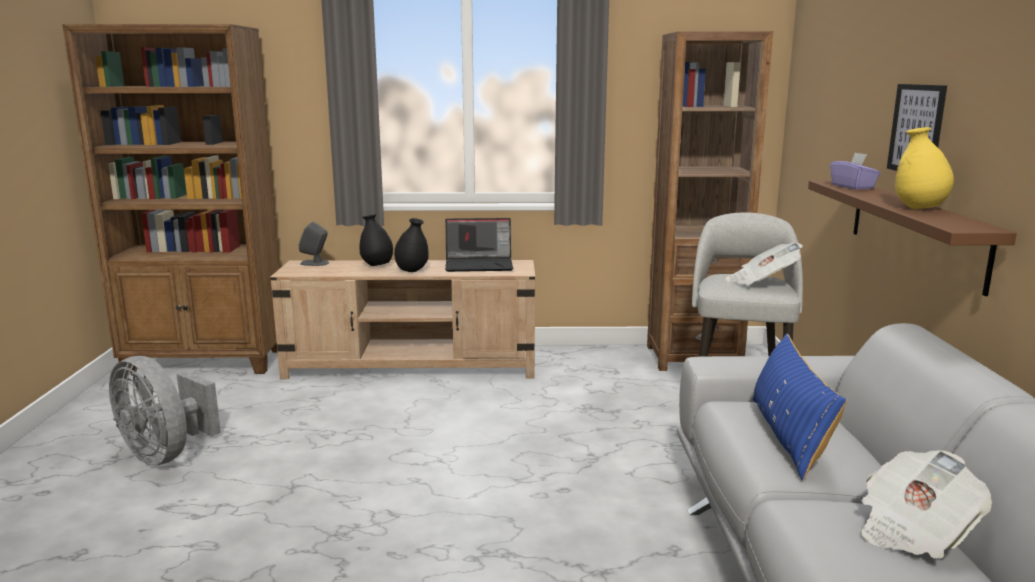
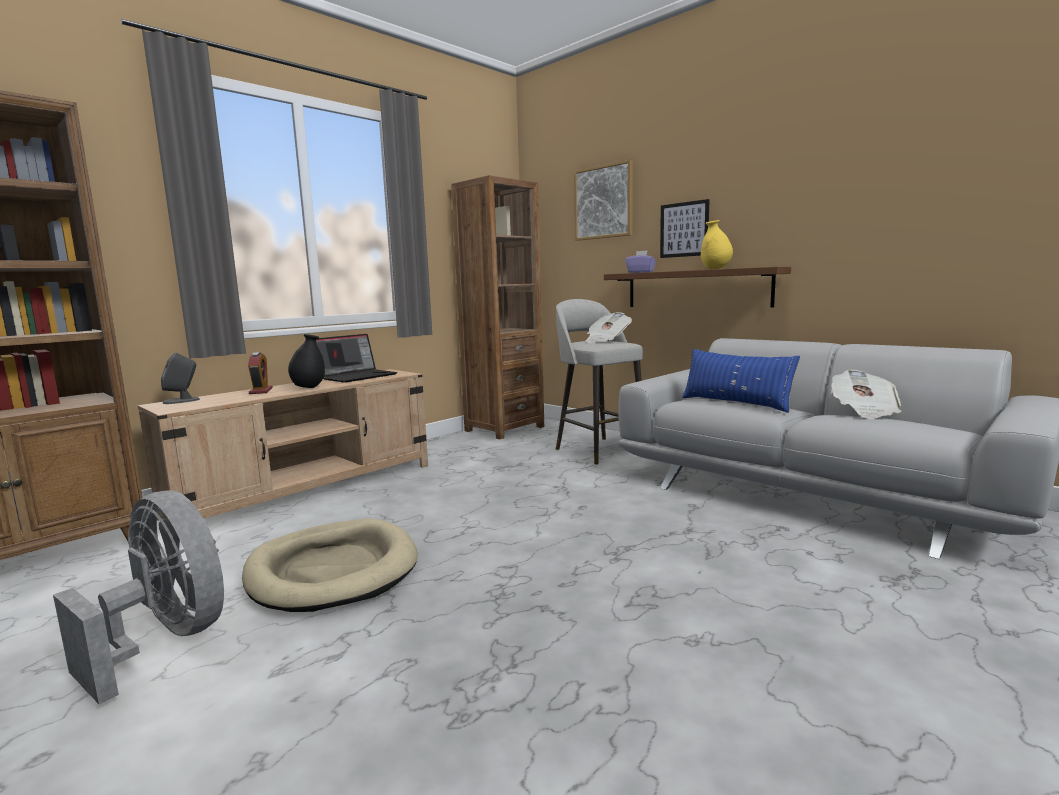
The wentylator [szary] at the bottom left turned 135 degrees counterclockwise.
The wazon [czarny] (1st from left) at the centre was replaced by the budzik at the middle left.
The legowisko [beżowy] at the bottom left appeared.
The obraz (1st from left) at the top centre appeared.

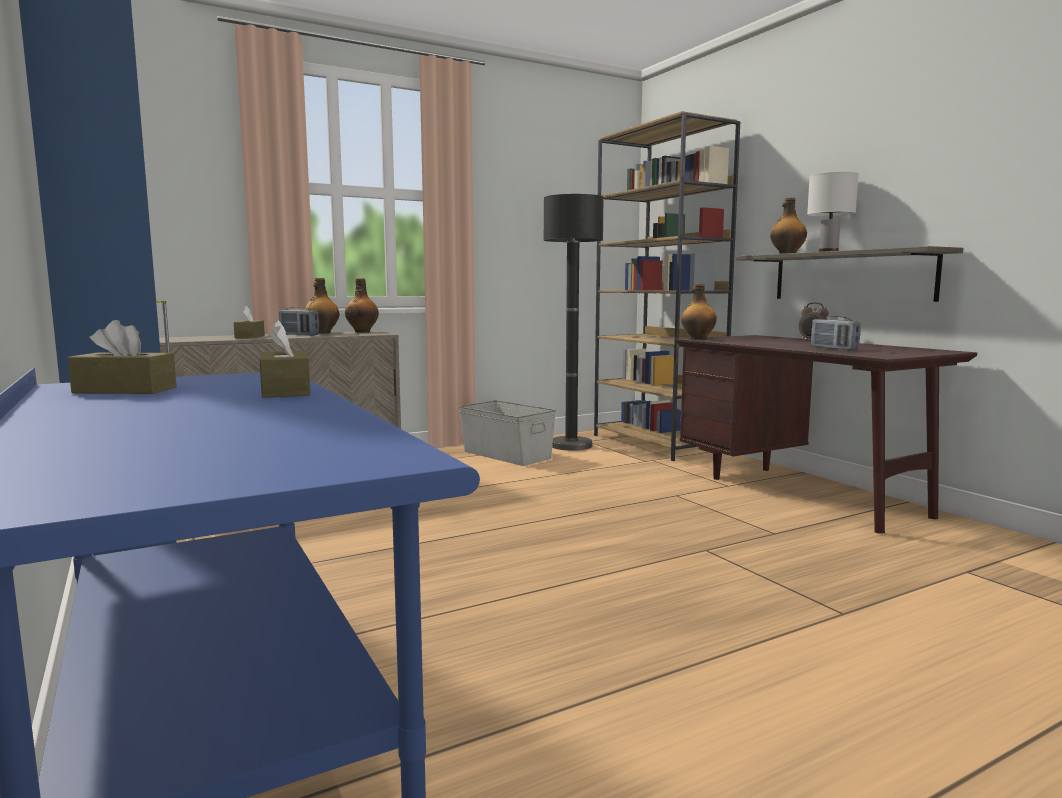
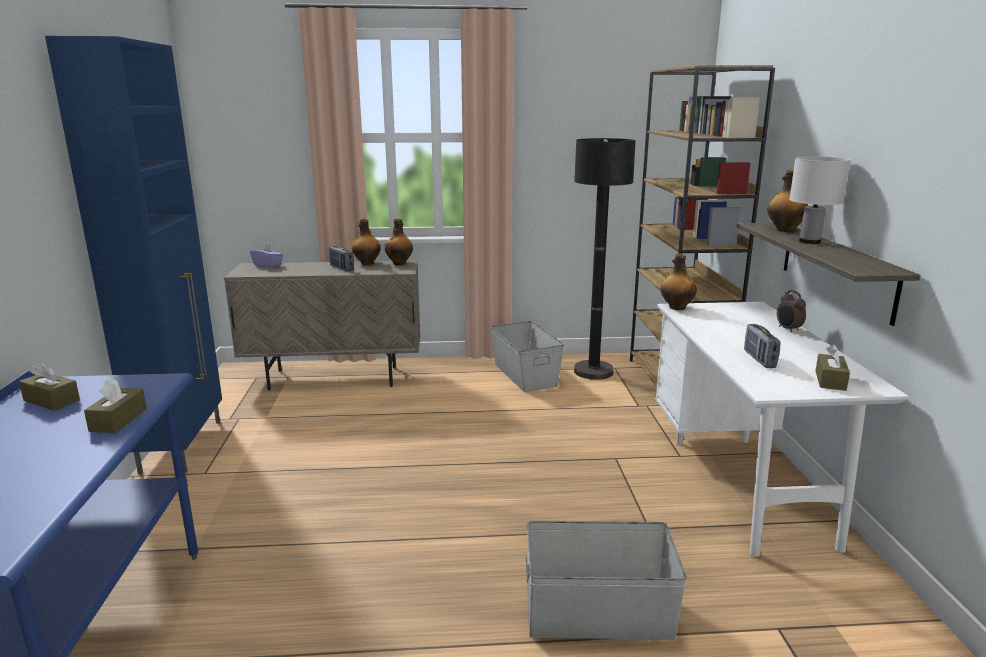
The pudełko chusteczek [brązowy] (2nd from left in the first image) moved from the middle left to the middle right.
The biurko [brązowy] at the middle right became the biurko [biały] at the middle right.
The pudełko chusteczek [fioletowy] at the middle left appeared.
The pojemnik do przechowywania [szary] (2nd from left) at the bottom centre appeared.

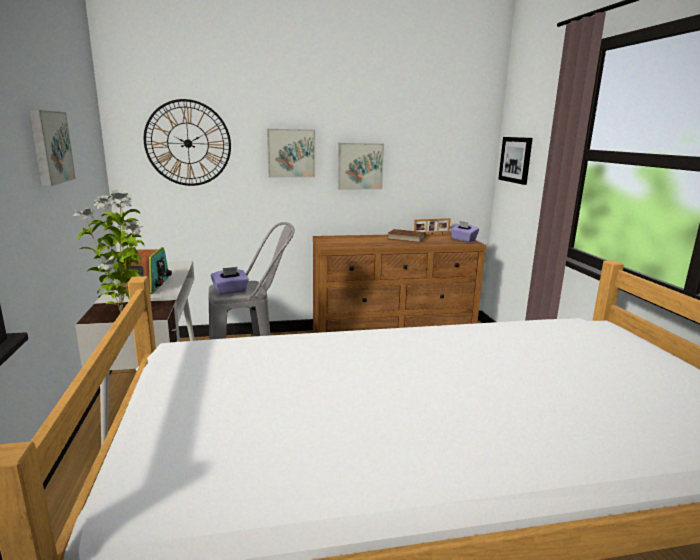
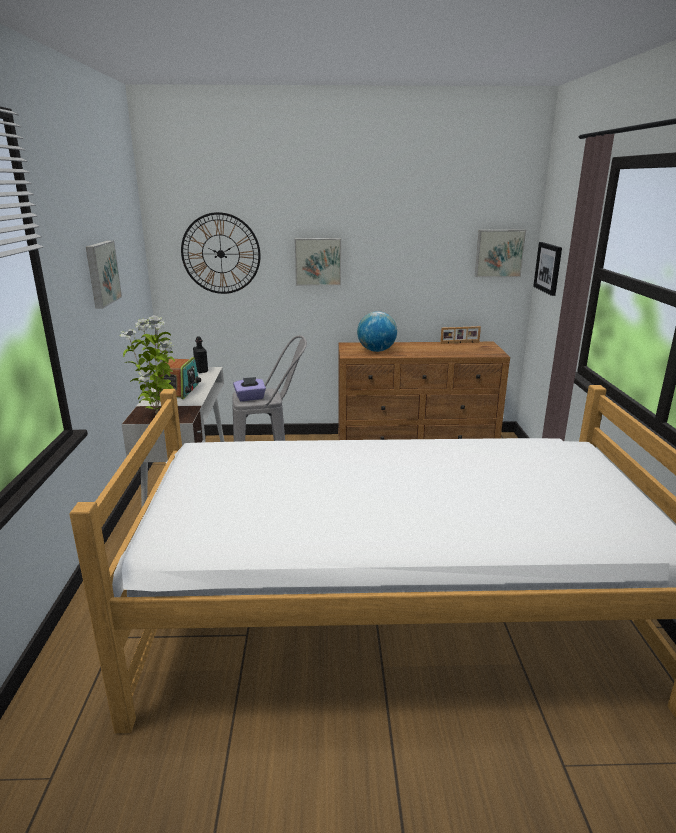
The obraz (3rd from left) moved from the top centre to the top right.
The książka [brązowy] at the centre disappeared.
The pudełko chusteczek [fioletowy] (2nd from left) at the centre disappeared.
The butelka [czarny] at the middle left appeared.
The globus at the centre appeared.

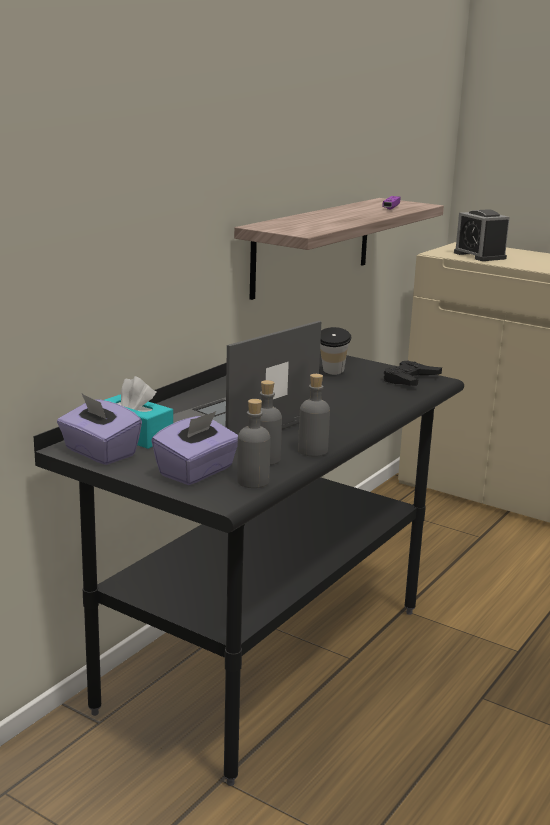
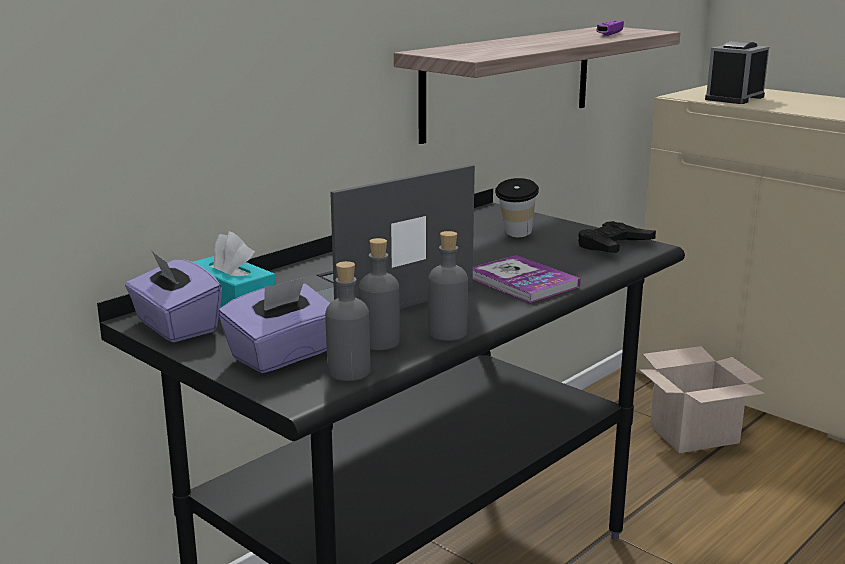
The budzik at the top right turned 60 degrees clockwise.
The książka at the centre appeared.
The karton at the bottom right appeared.

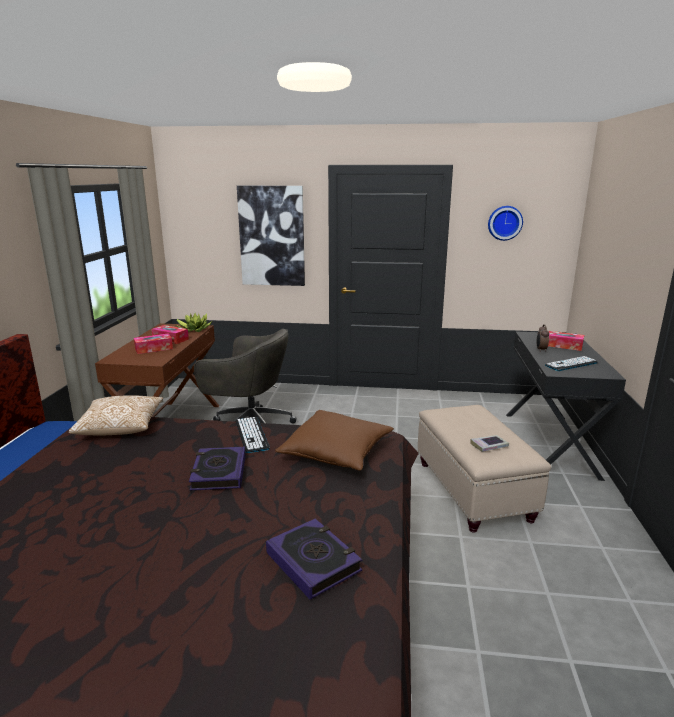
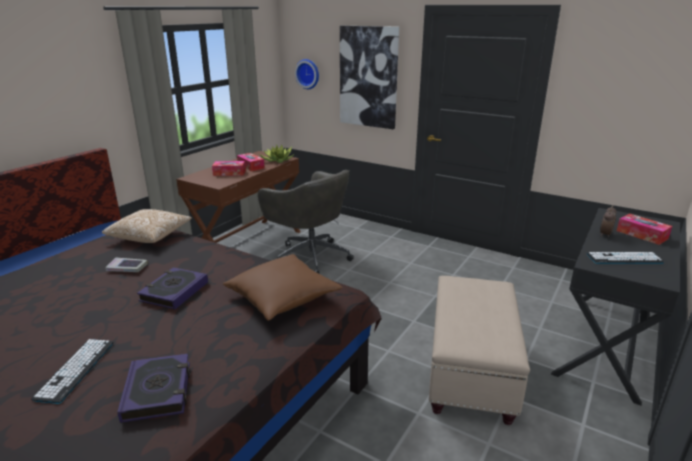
The klawiatura (1st from left) moved from the centre to the bottom left.
The książka (3rd from left in the first image) moved from the middle right to the middle left.
The zegar ścienny moved from the top right to the top centre.

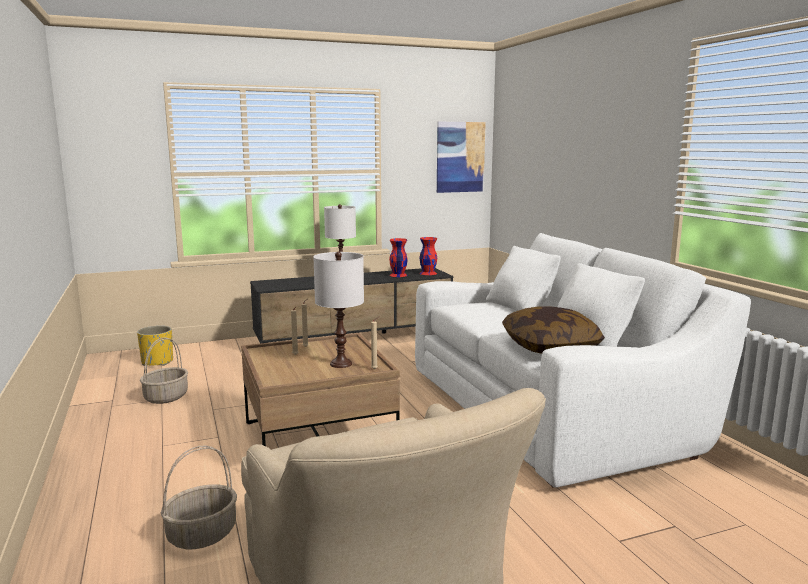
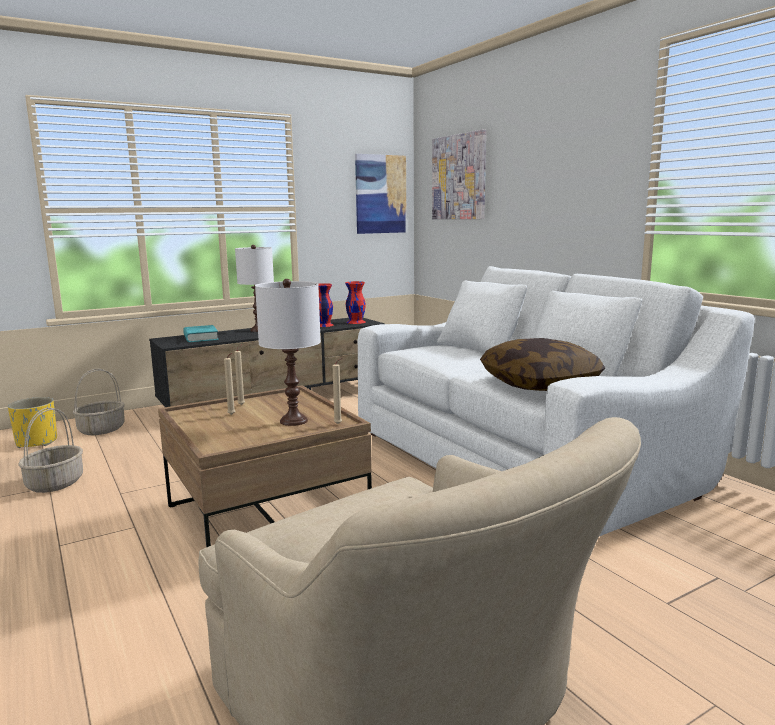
The koszyk (2nd from left) moved from the bottom left to the middle left.
The książka [turkusowy] at the middle left appeared.
The obraz (2nd from left) at the top centre appeared.

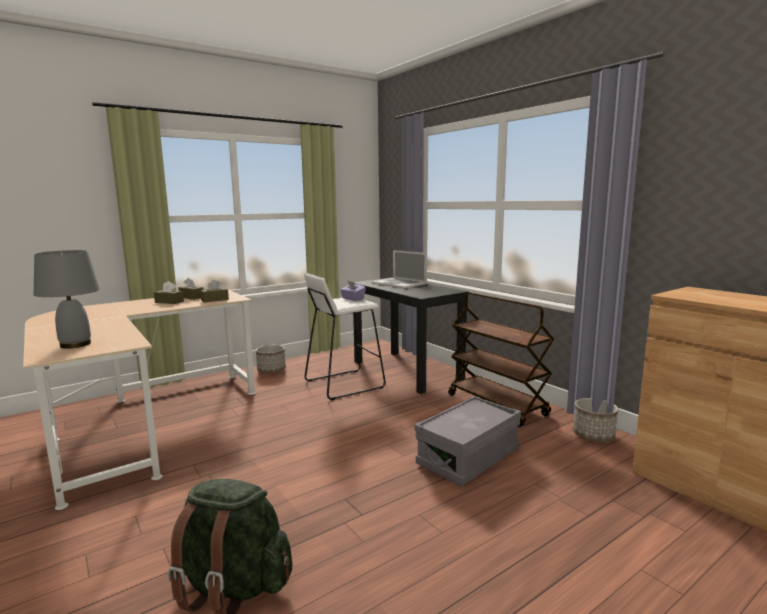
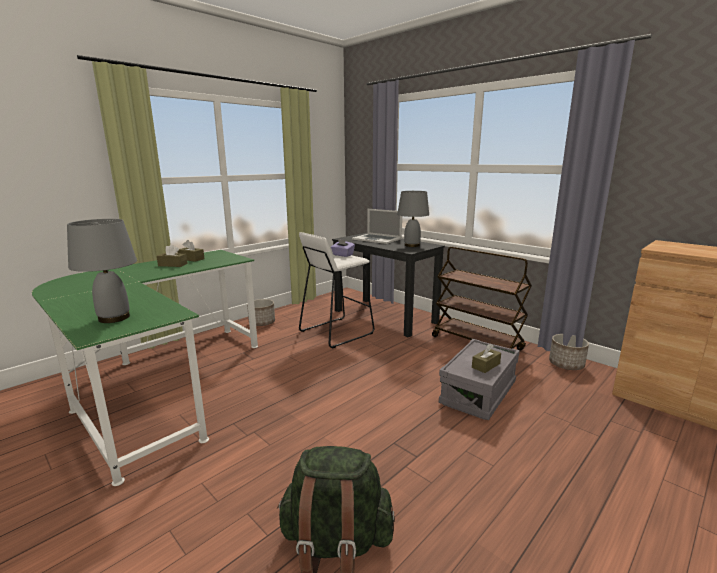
The biurko [beżowy] at the middle left became the biurko [zielony] at the middle left.
The pudełko chusteczek [brązowy] (3rd from left) moved from the middle left to the middle right.
The lampa stołowa [szary] (2nd from left) at the centre appeared.

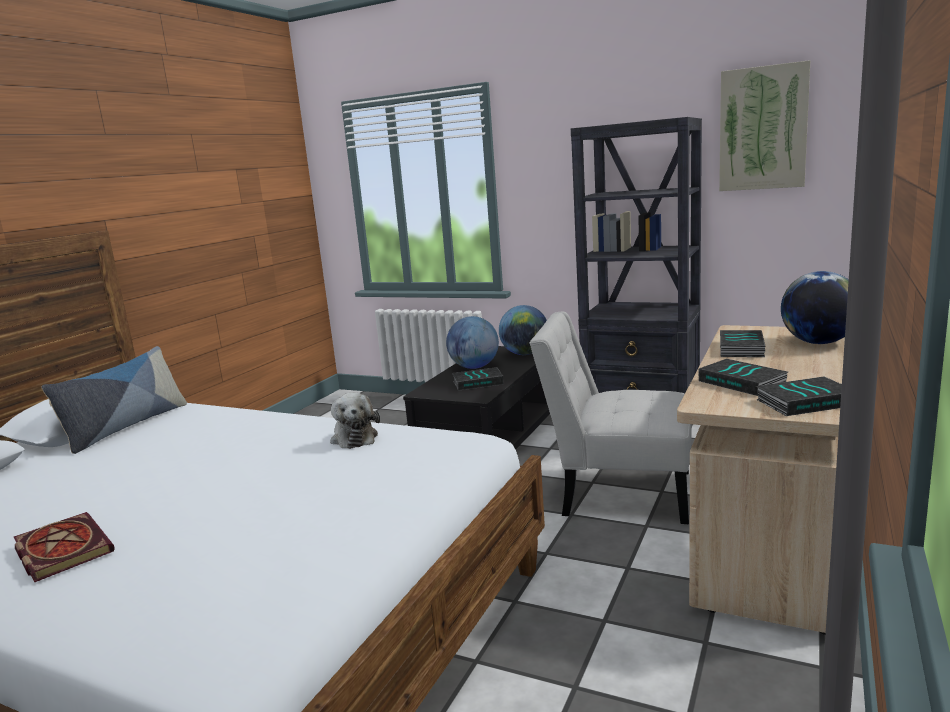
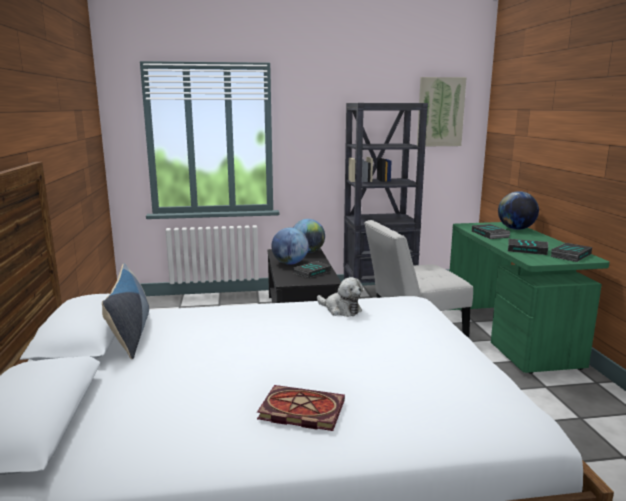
The biurko [beżowy] at the bottom right became the biurko [zielony] at the middle right.

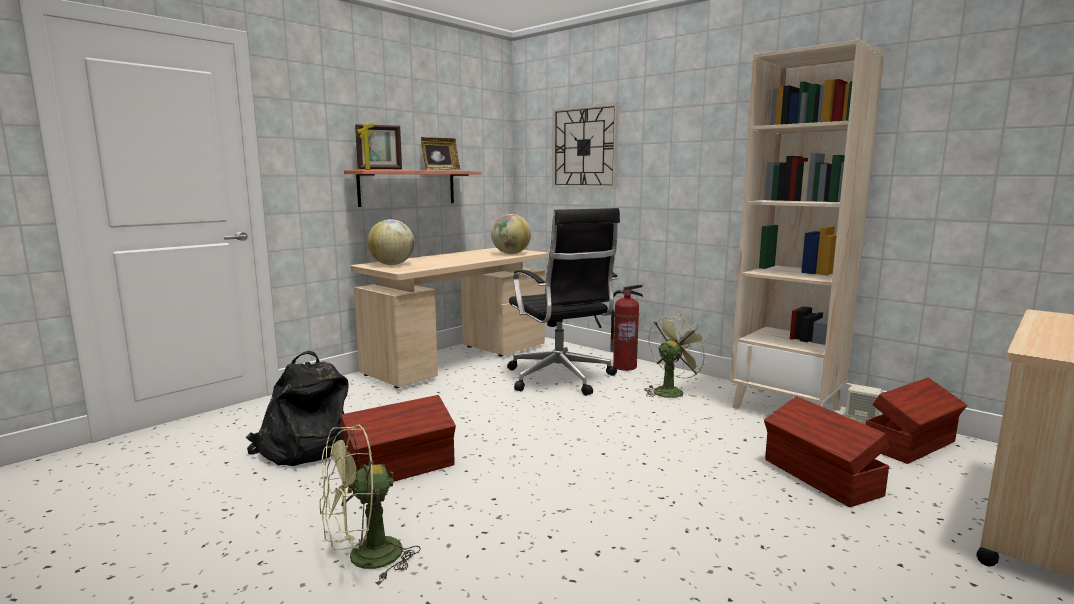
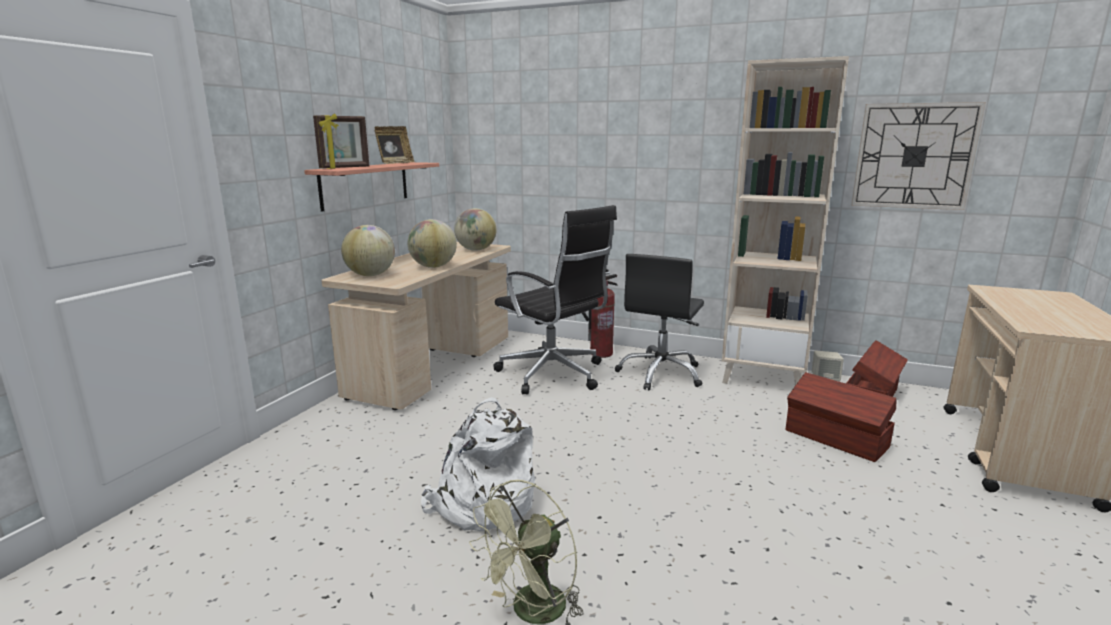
The plecak [czarny] at the bottom left disappeared.
The pojemnik do przechowywania [brązowy] (1st from left) at the bottom centre was replaced by the plecak [biały] at the bottom centre.
The zegar ścienny moved from the top centre to the top right.
The wentylator [zielony] (2nd from left) at the centre was replaced by the krzesło biurowe [czarny] (2nd from left) at the centre.
The globus (2nd from left) at the centre appeared.

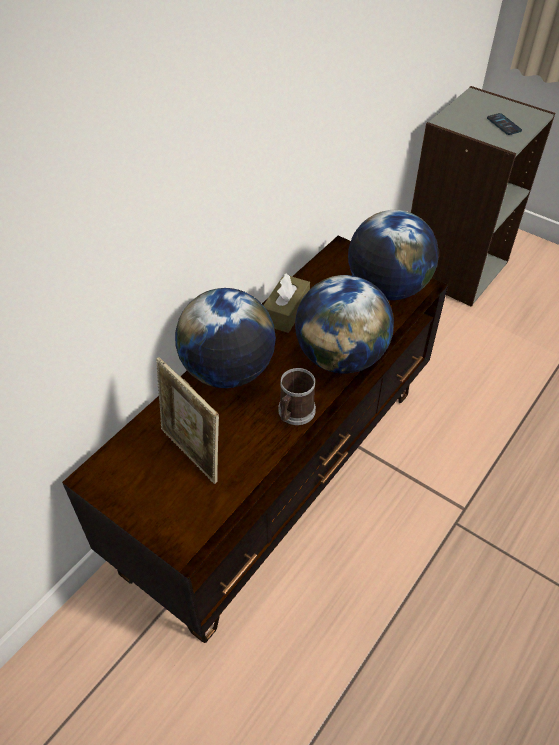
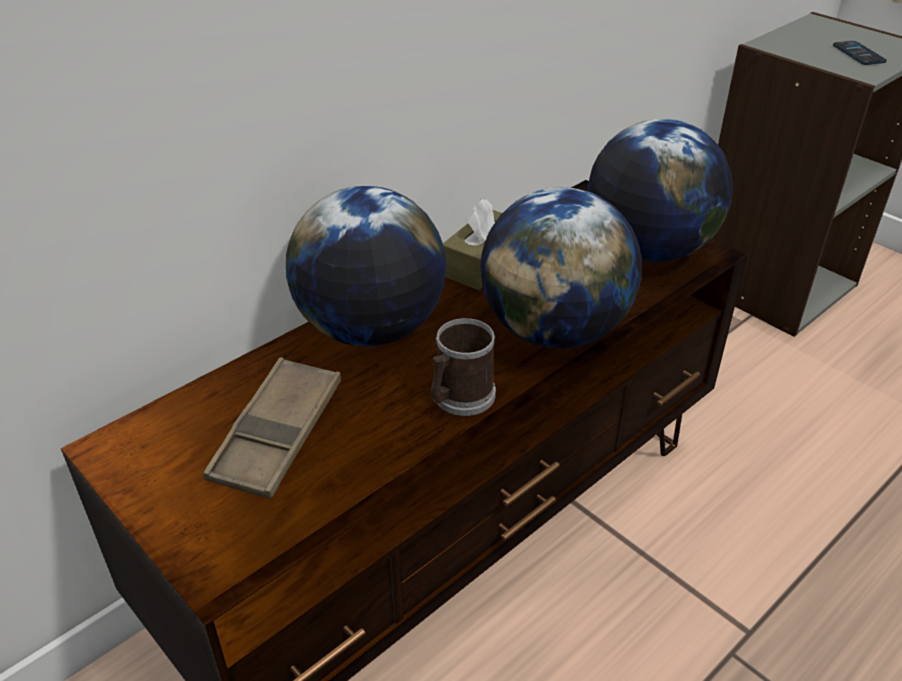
The ramka na zdjęcie at the centre was replaced by the taca [brązowy] at the middle left.

